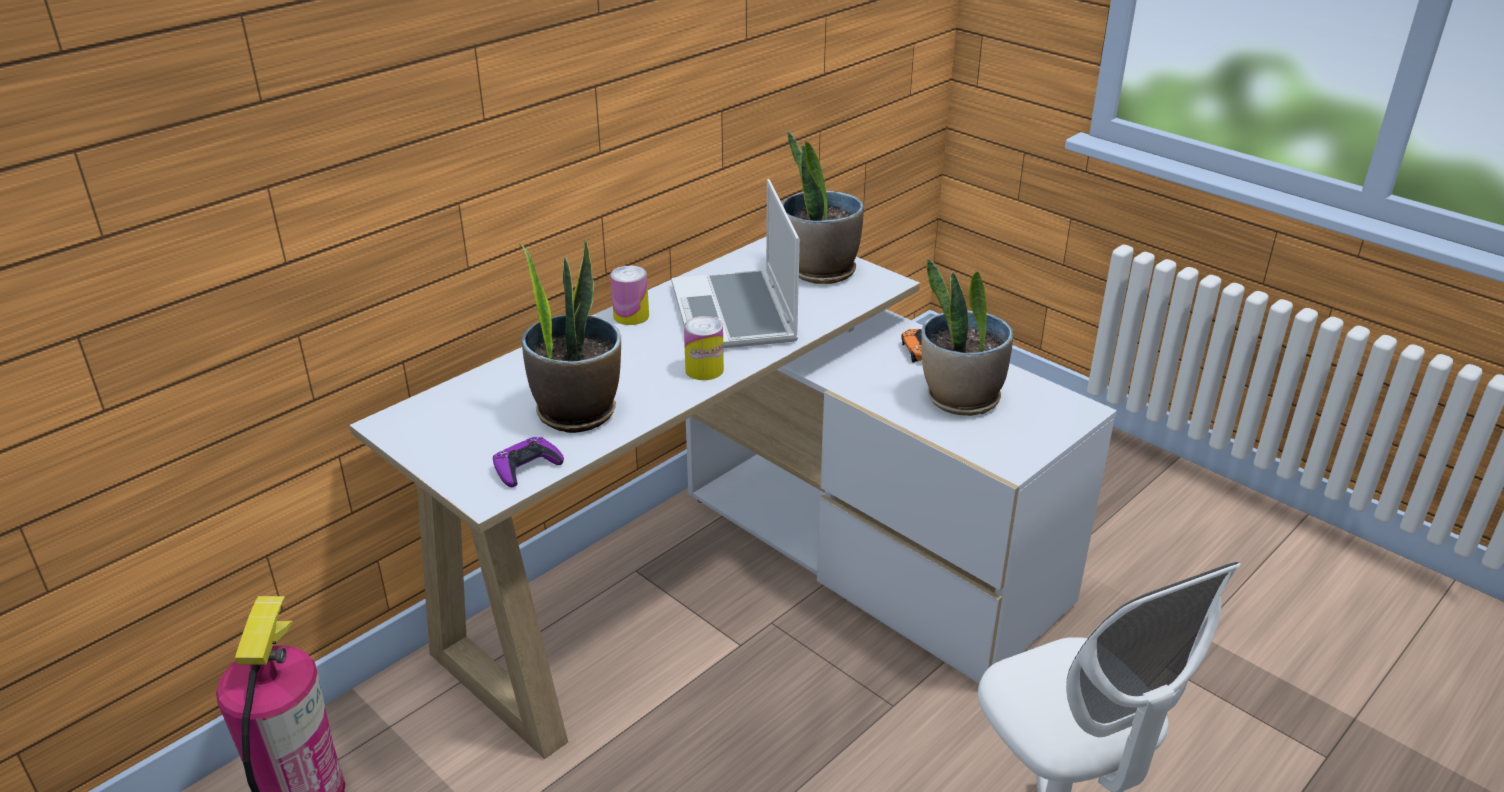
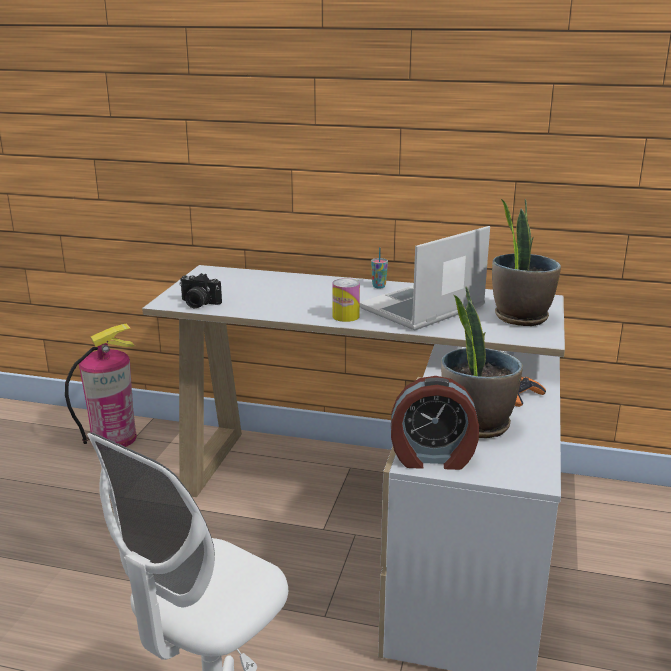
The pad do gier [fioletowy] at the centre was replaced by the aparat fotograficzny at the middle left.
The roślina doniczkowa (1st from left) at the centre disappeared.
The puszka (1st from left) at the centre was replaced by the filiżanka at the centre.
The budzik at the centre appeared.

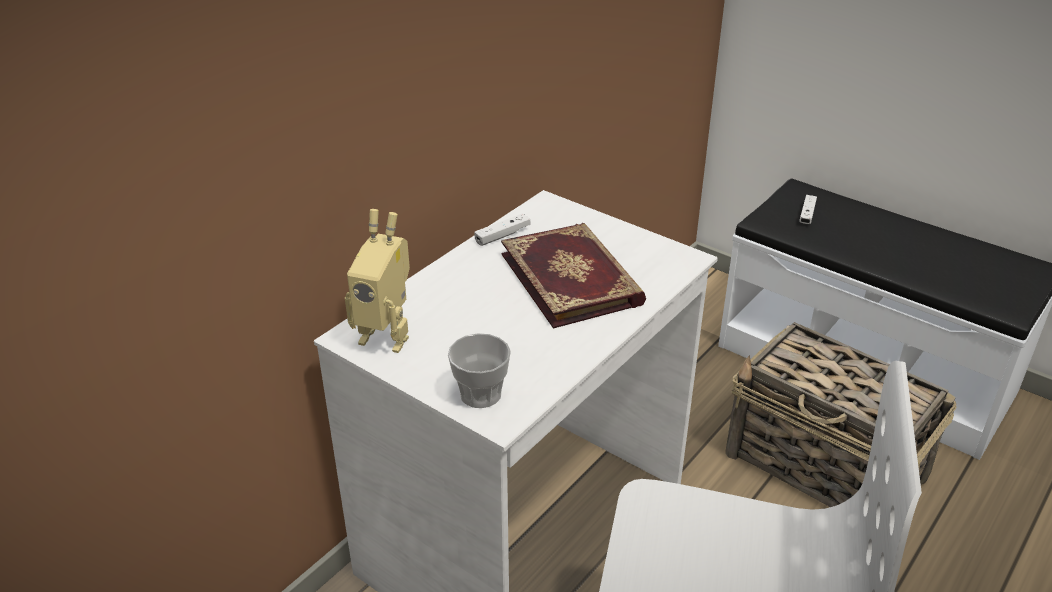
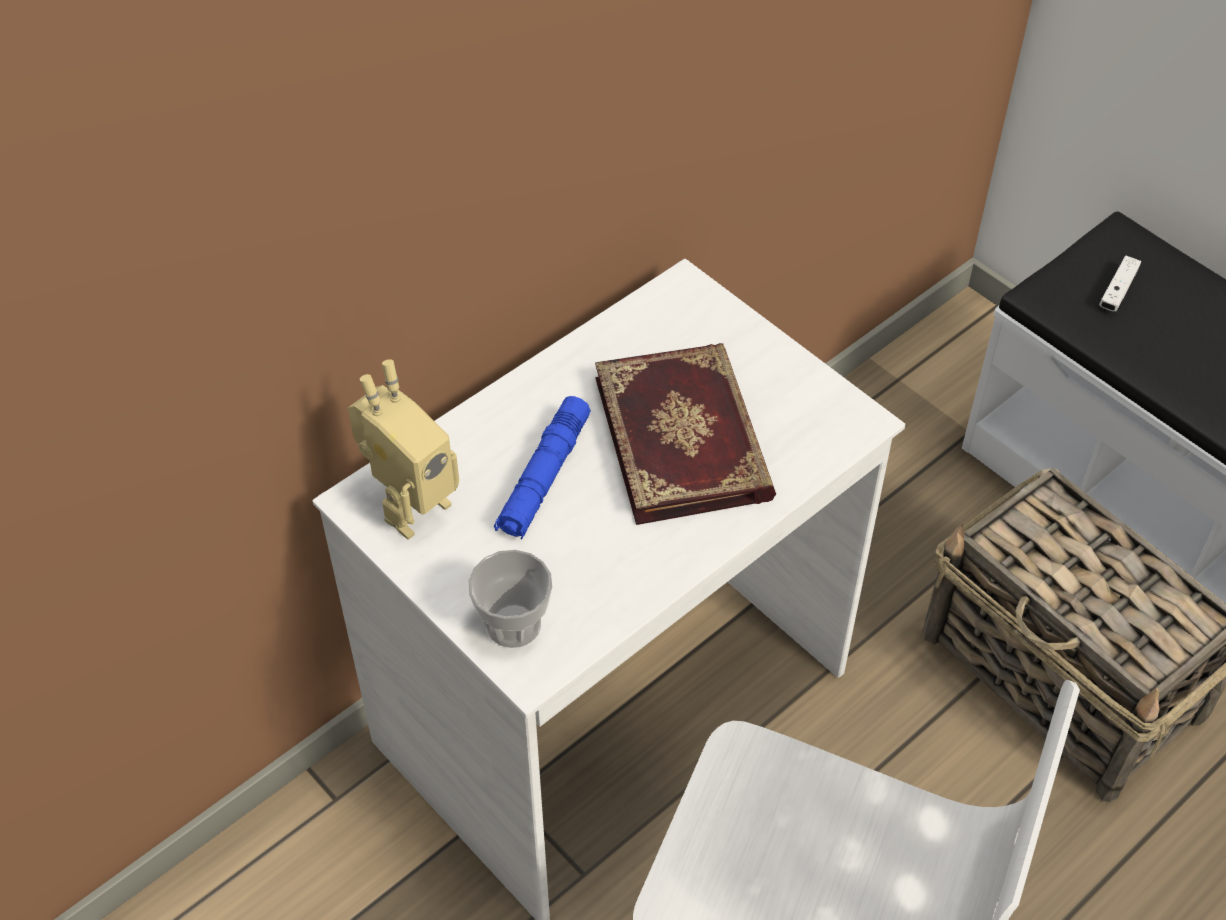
The robot zabawkowy at the centre turned 75 degrees counterclockwise.
The pad do gier [biały] (1st from left) at the centre disappeared.
The latarka [niebieski] at the centre appeared.

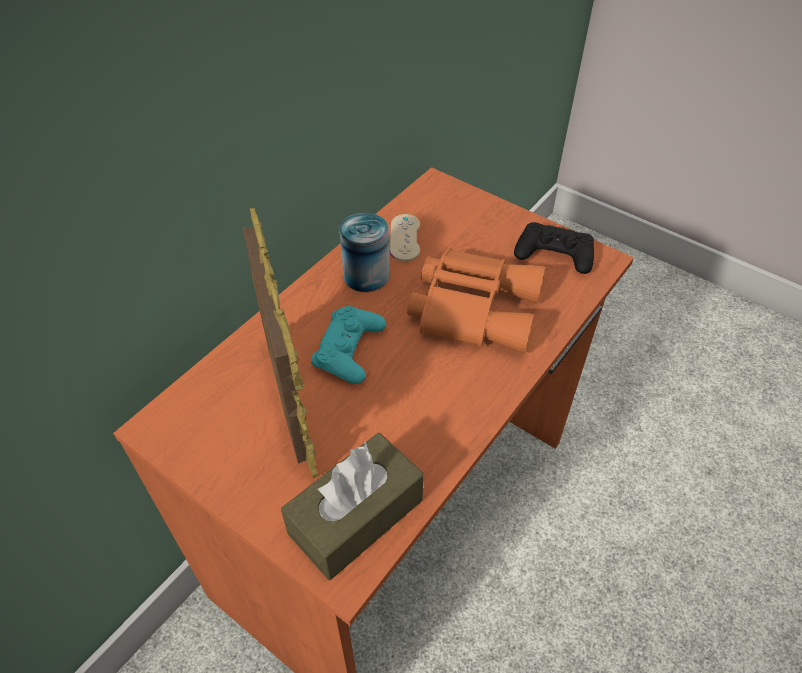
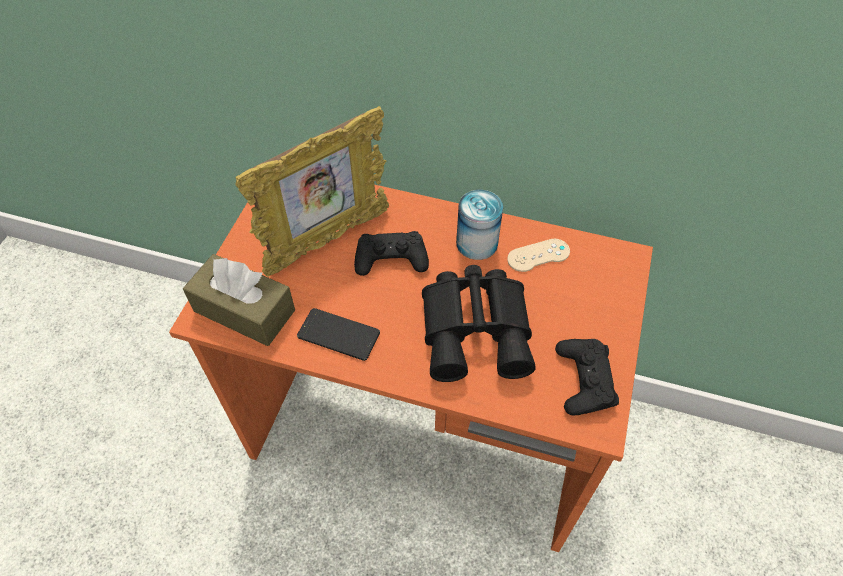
The pad do gier [turkusowy] at the centre became the pad do gier [czarny] (1st from left) at the centre.
The lornetka [pomarańczowy] at the centre became the lornetka [czarny] at the centre.
The telefon at the centre appeared.

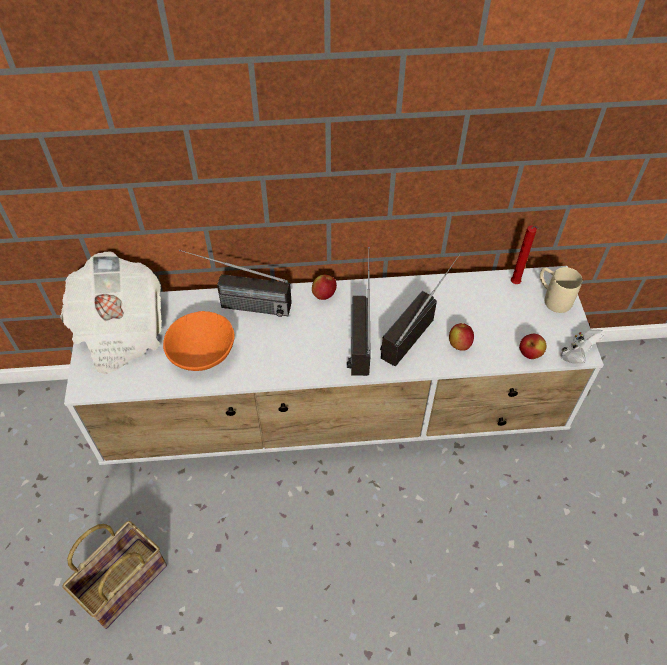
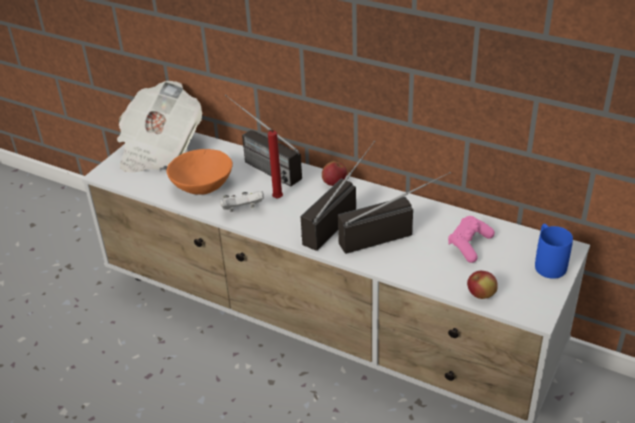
The koszyk at the bottom left disappeared.
The jabłko (2nd from left) at the middle right disappeared.
The świeca [czerwony] moved from the middle right to the centre.
The kubek [beżowy] at the middle right became the kubek [niebieski] at the middle right.
The pad do gier [biały] moved from the middle right to the centre.
The pad do gier [różowy] at the middle right appeared.

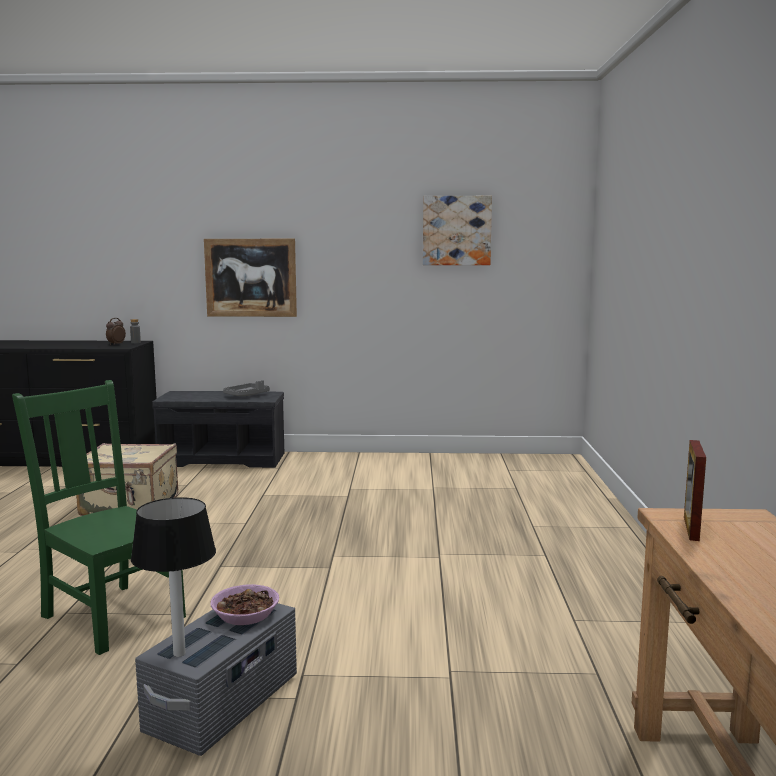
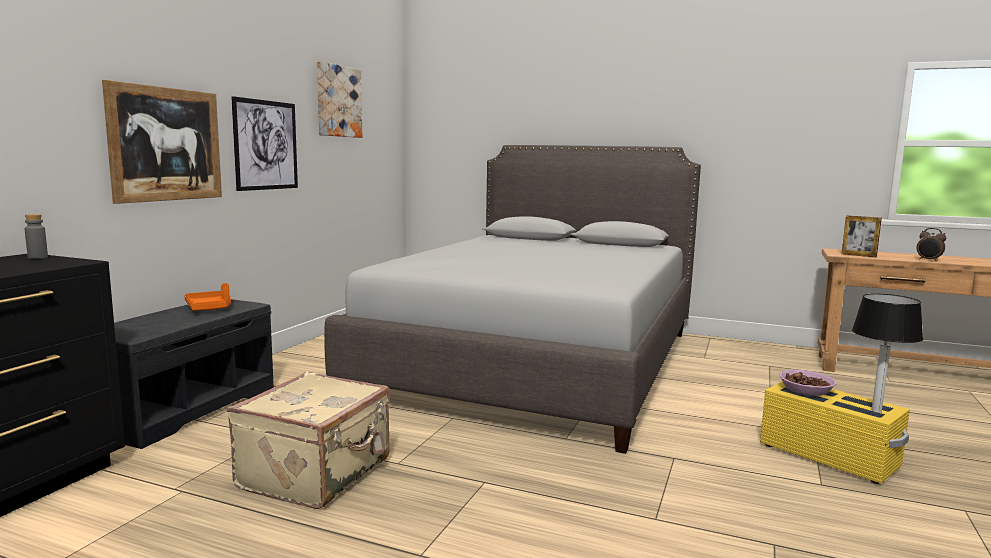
The krzesło [zielony] at the middle left disappeared.
The budzik moved from the middle left to the middle right.
The pojemnik do przechowywania [szary] at the bottom left became the pojemnik do przechowywania [żółty] at the bottom right.
The taca [szary] at the middle left became the taca [pomarańczowy] at the middle left.
The obraz (2nd from left) at the top left appeared.
The łóżko [szary] at the centre appeared.

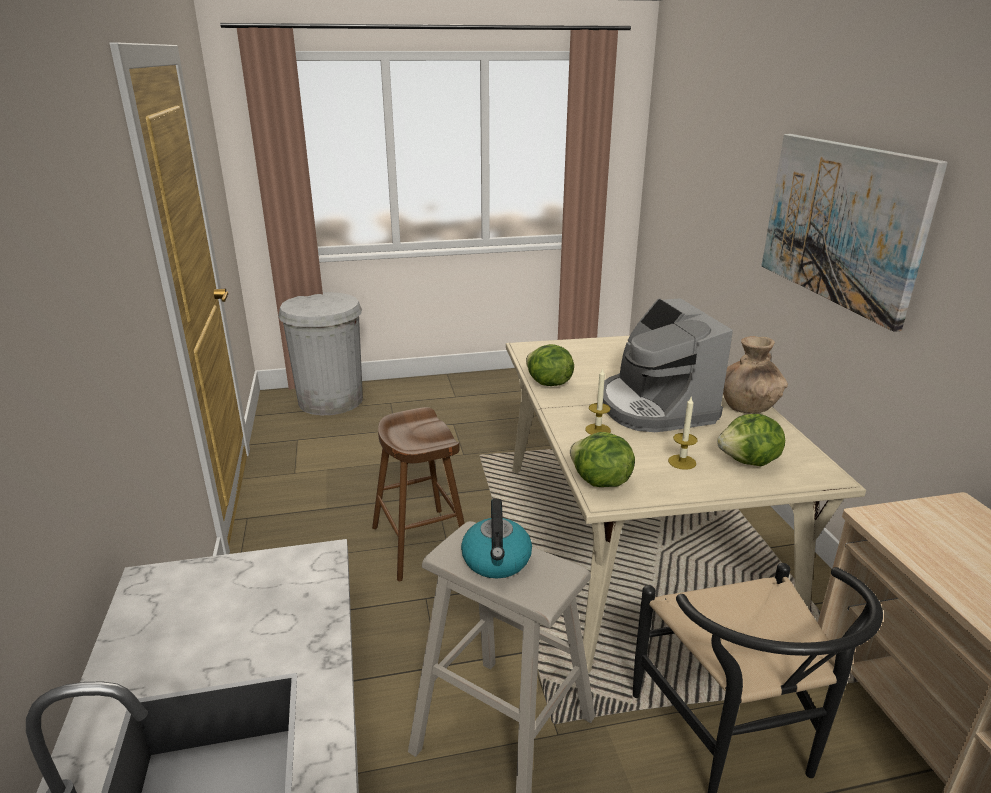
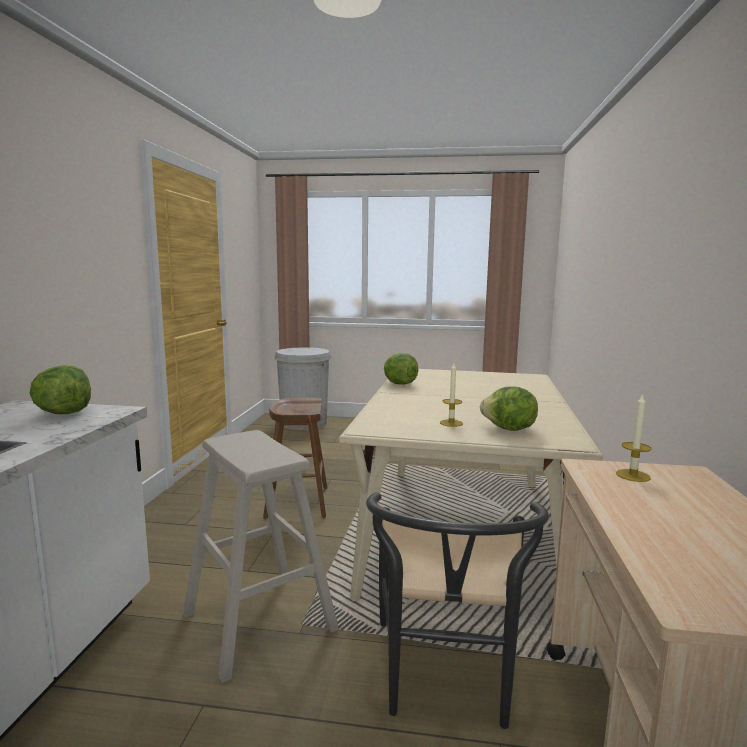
The czajnik at the bottom centre disappeared.
The sałata (2nd from left in the first image) moved from the centre to the middle left.
The świeca (1st from left in the first image) moved from the centre to the middle right.
The ekspres do kawy at the middle right disappeared.
The wazon [brązowy] at the middle right disappeared.
The obraz at the top right disappeared.

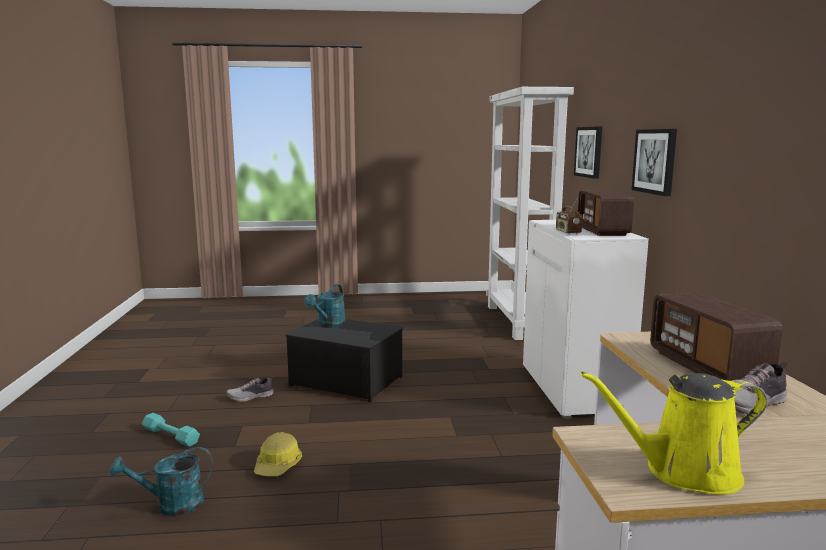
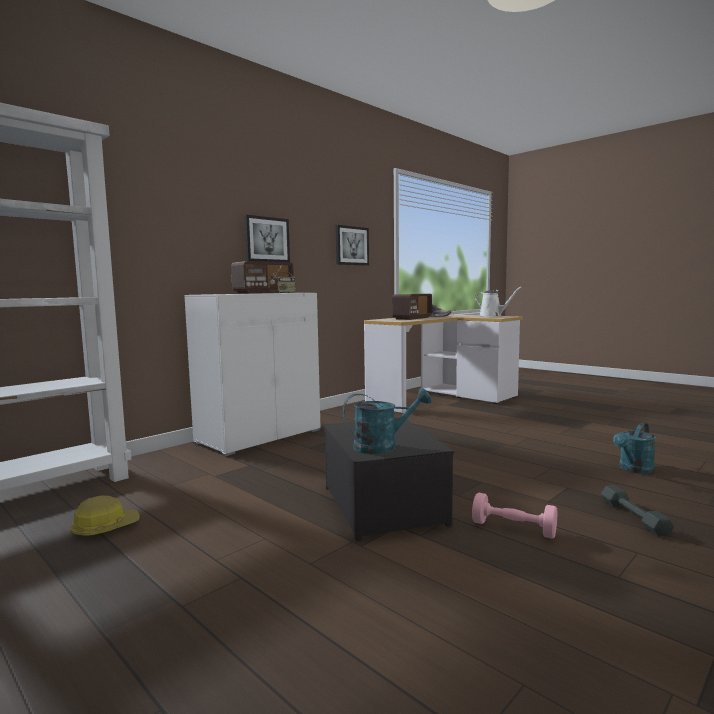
The konewka [turkusowy] (1st from left in the first image) at the bottom left turned 105 degrees clockwise.
The hantel [turkusowy] at the bottom left became the hantel [szary] at the bottom right.
The but (1st from left) at the bottom left was replaced by the hantel [różowy] at the bottom right.
The kask moved from the bottom centre to the bottom left.
The obraz (1st from left in the first image) moved from the top right to the centre.
The konewka [żółty] at the bottom right became the konewka [biały] at the middle right.

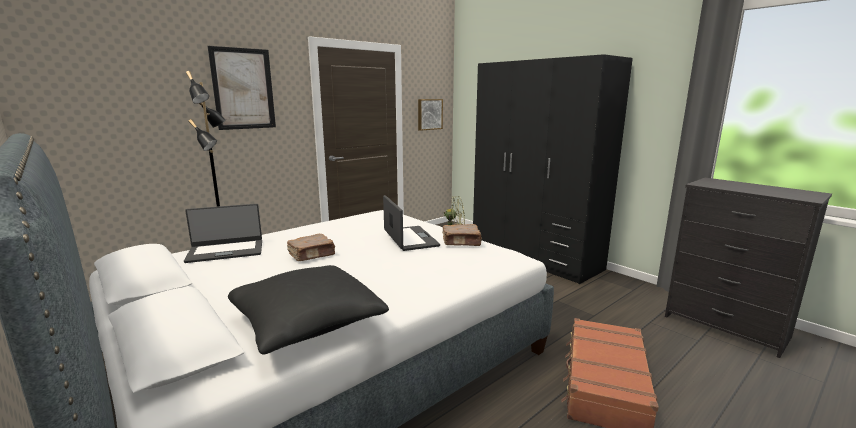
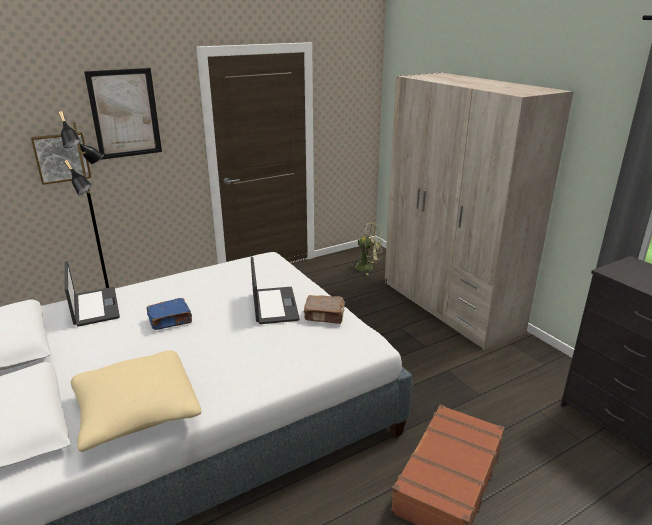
The laptop (1st from left) at the middle left turned 105 degrees counterclockwise.
The poduszka [czarny] at the bottom centre became the poduszka [beżowy] at the bottom left.
The książka [brązowy] (1st from left) at the centre became the książka [niebieski] at the middle left.
The obraz (2nd from left in the first image) moved from the top centre to the top left.
The szafa [czarny] at the centre became the szafa [beżowy] at the middle right.

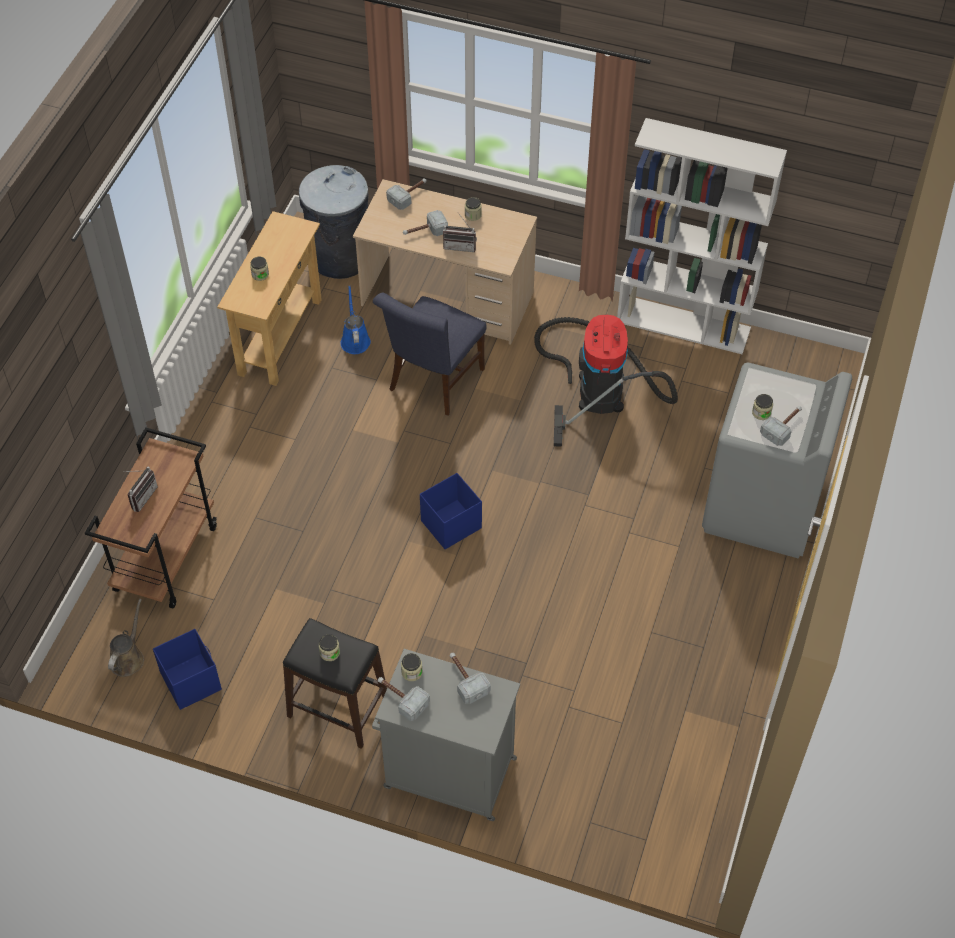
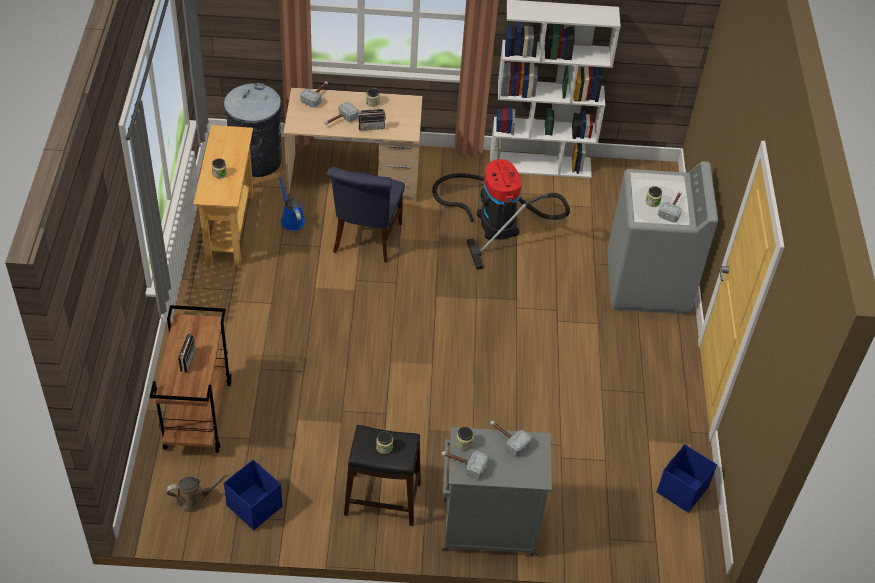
The konewka [brązowy] at the bottom left turned 75 degrees clockwise.
The pojemnik do przechowywania [niebieski] (2nd from left) moved from the centre to the bottom right.

